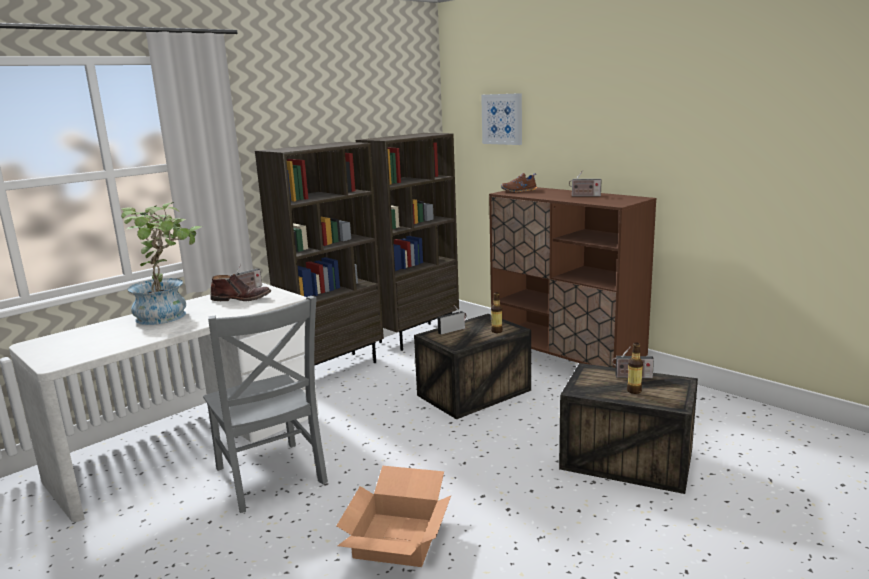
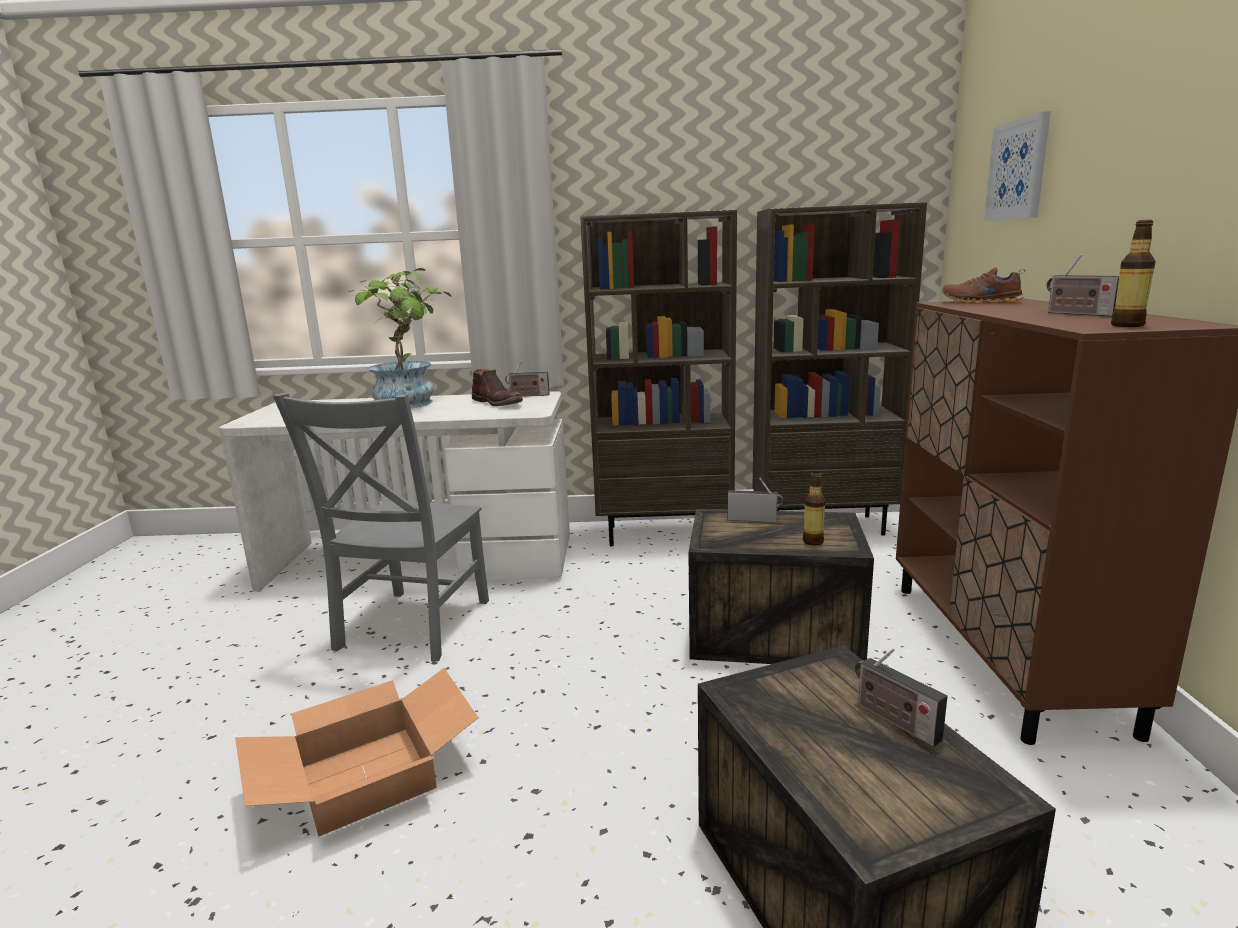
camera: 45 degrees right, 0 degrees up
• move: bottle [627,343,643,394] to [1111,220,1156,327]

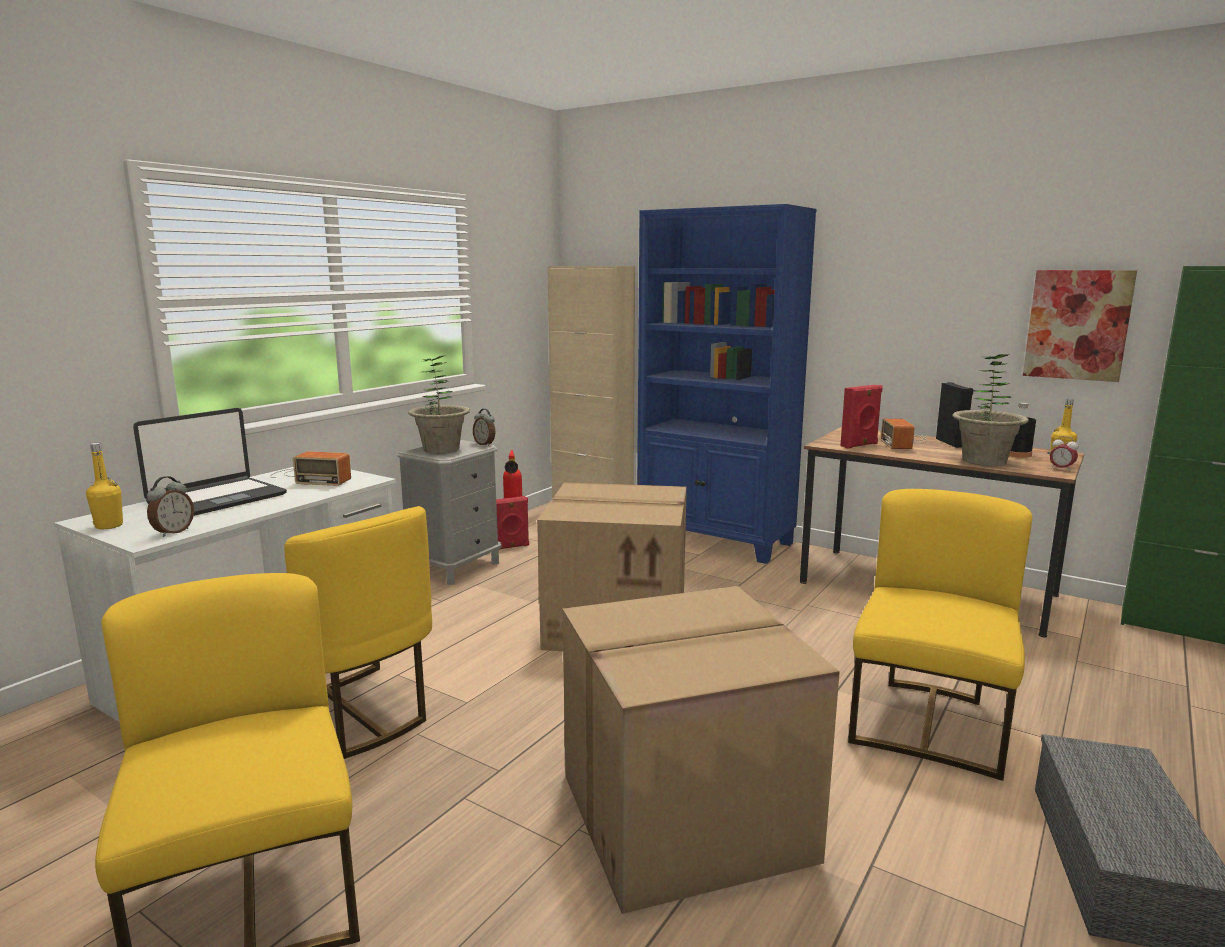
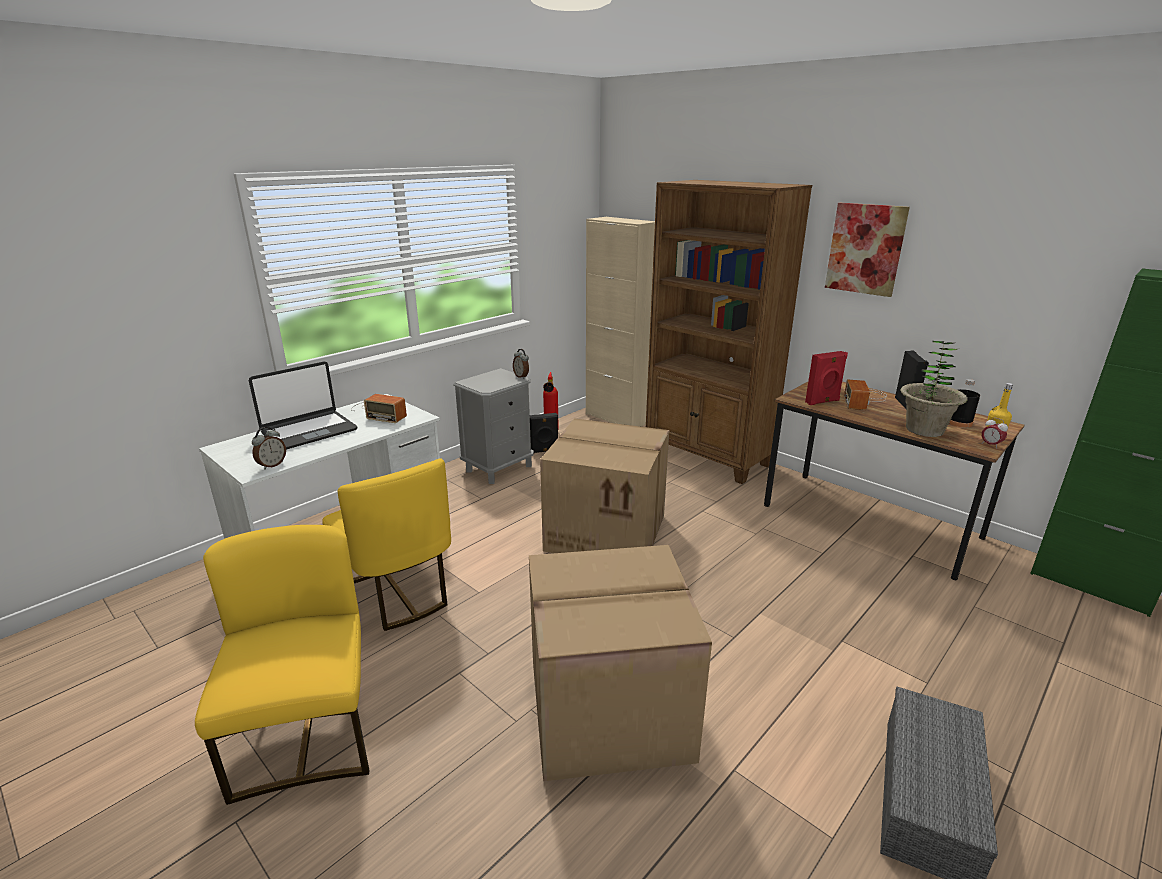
camera: 10 degrees right, 10 degrees up
• recolor: loudspeaker in red [496,496,529,550] to loudspeaker in black-coloured [530,413,558,453]
• recolor: bookcase in blue-coloured [637,204,816,564] to bookcase in brown [646,180,812,484]
• move: wall picture [1023,270,1137,382] to [825,203,910,297]
• delete: bottle in yellow-coloured [86,443,123,529]
• delete: plant in a pot [408,355,470,454]
• delete: upright chair in yellow-coloured [848,489,1033,781]

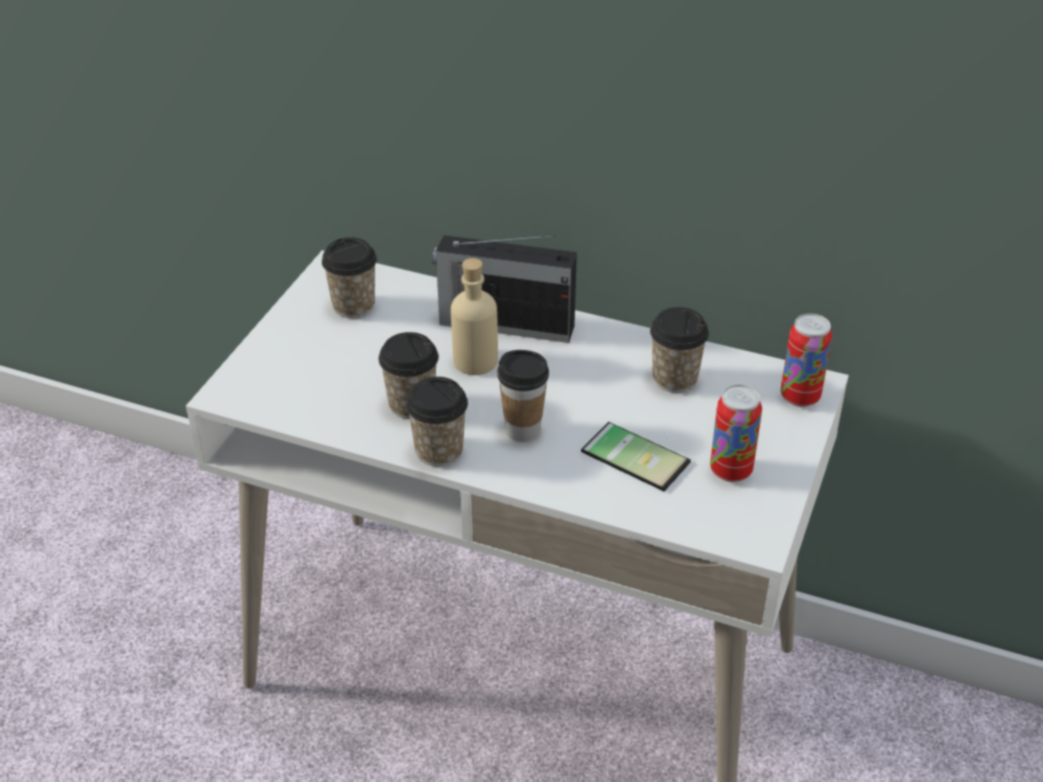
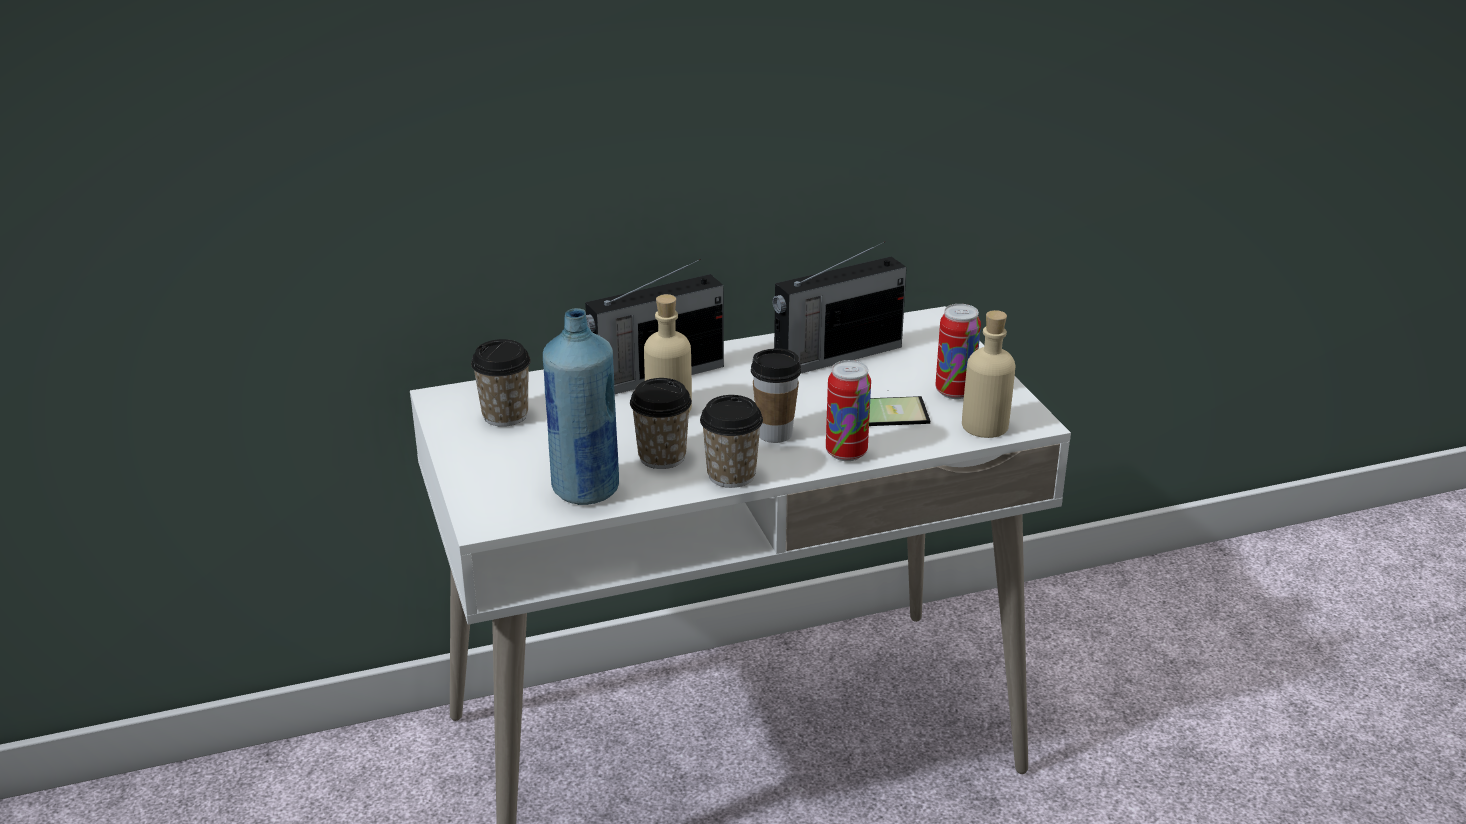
camera: 40 degrees left, 10 degrees down
• insert: bottle in blue-coloured [543,308,619,505]
• replace: small cup [650,307,709,393] to radio receiver [773,241,907,373]
• move: sealed can [781,313,832,407] to [826,360,871,461]
• insert: bottle in beige [962,310,1015,438]

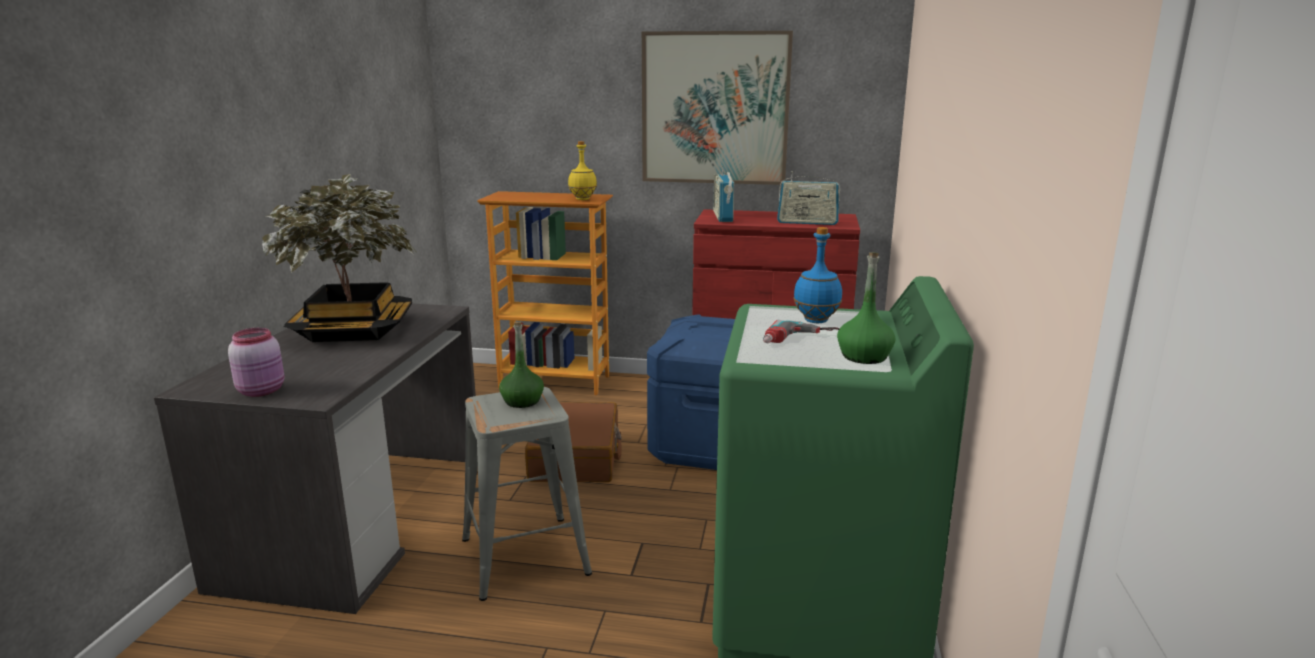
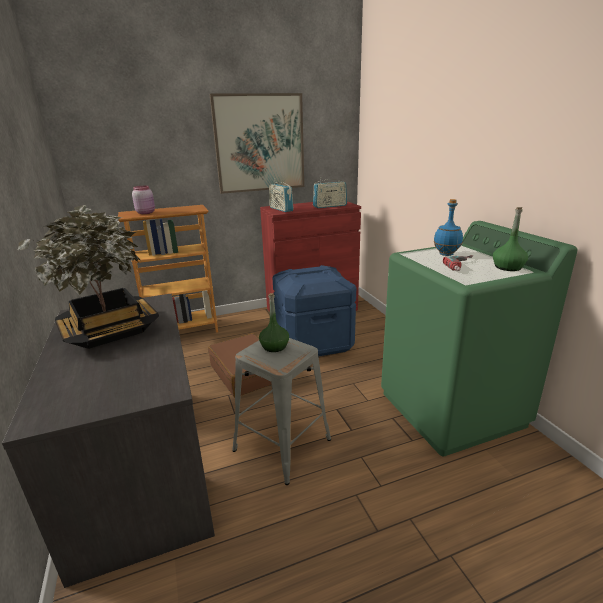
camera: 30 degrees left, 5 degrees up
• move: storage jar in pinkish [228,328,284,397] to [132,186,155,214]
• delete: bottle in yellow-coloured [568,141,597,200]

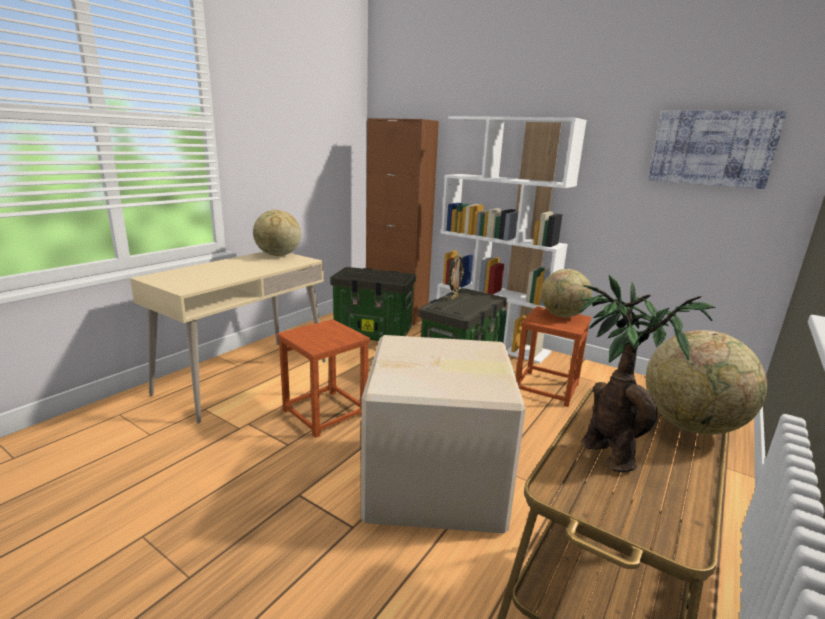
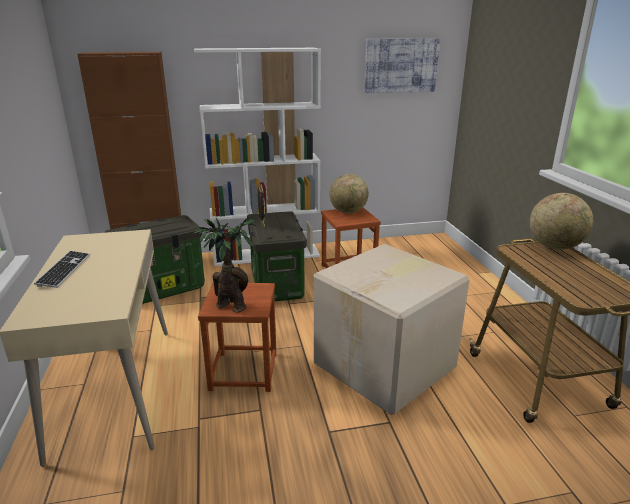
camera: 45 degrees left, 5 degrees up
• insert: keyboard [34,251,90,288]
• move: plant in a pot [579,275,715,473] to [193,217,256,312]
• delete: desk globe [253,210,301,256]

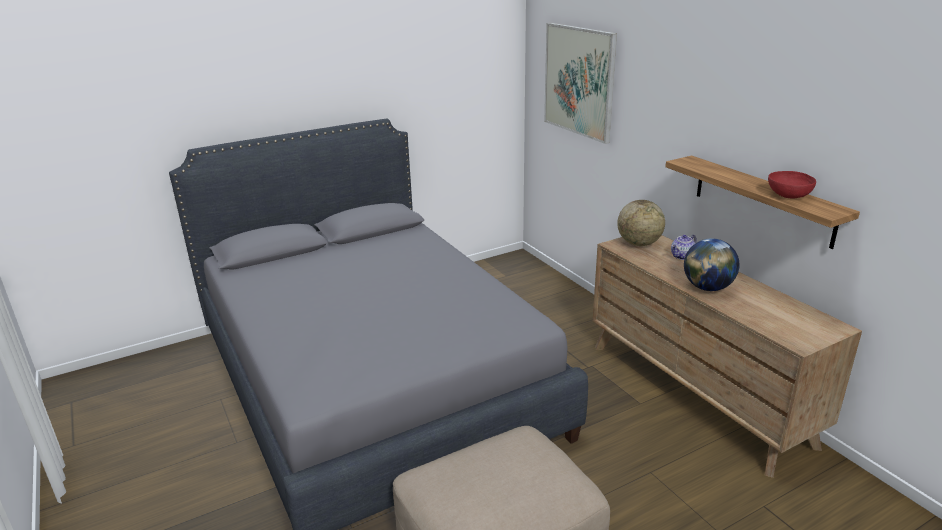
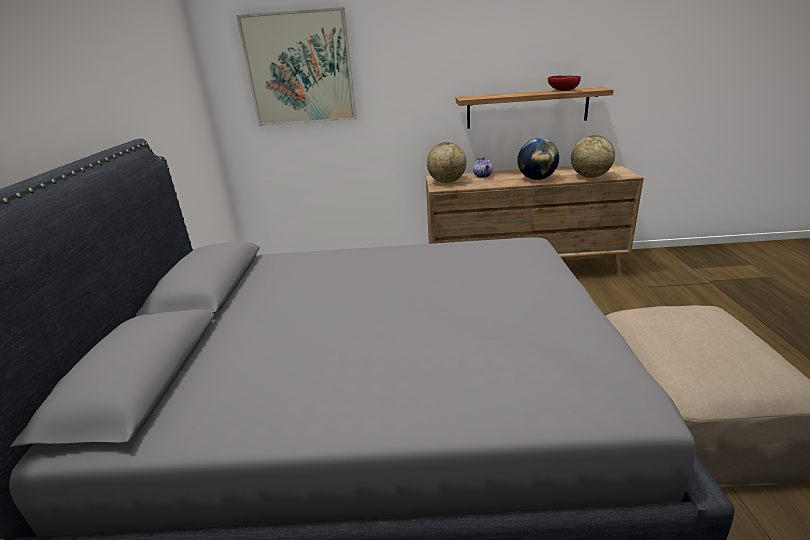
camera: 60 degrees left, 0 degrees up
• insert: desk globe [571,135,615,178]

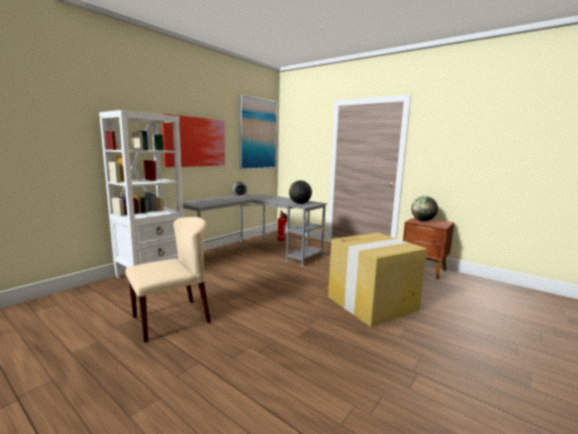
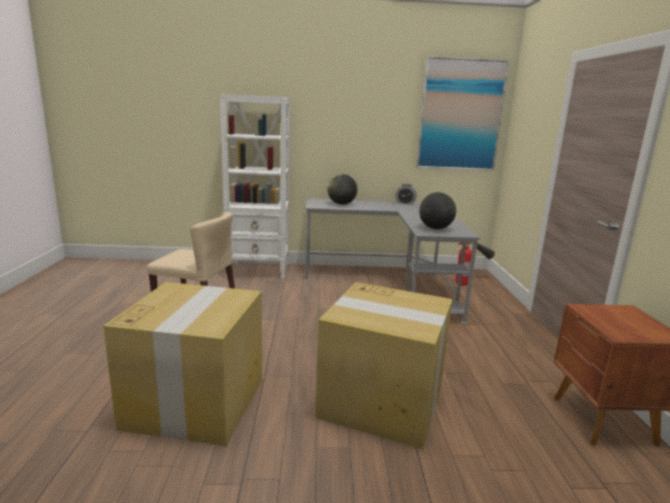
camera: 50 degrees right, 5 degrees up
• insert: packing box [103,282,262,446]
• move: desk globe [411,196,438,221] to [328,174,357,205]
• delete: wall picture [162,114,225,167]

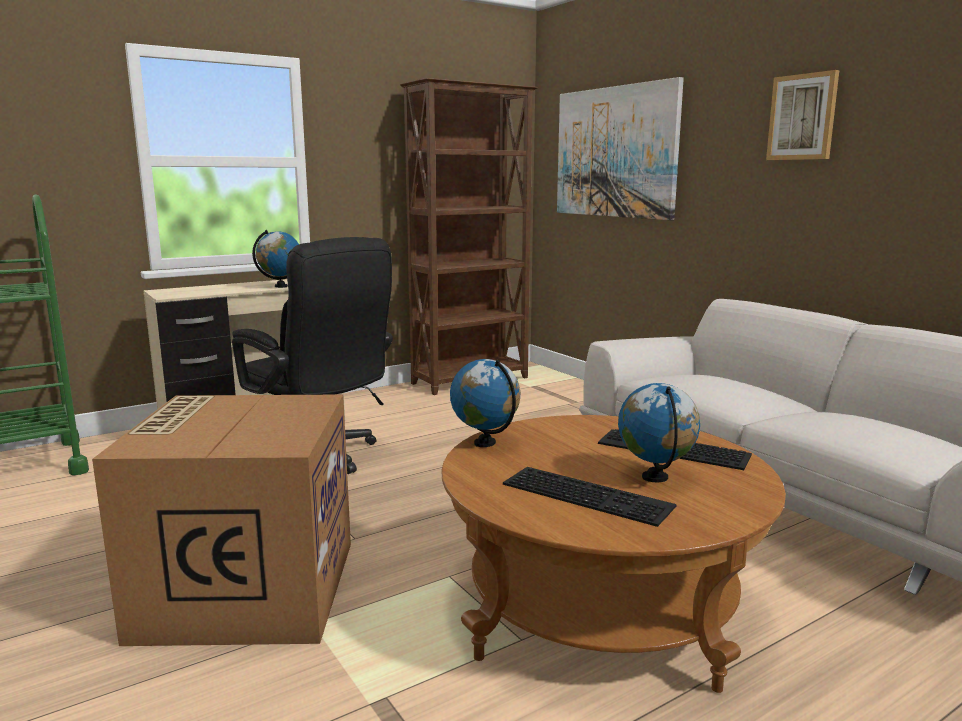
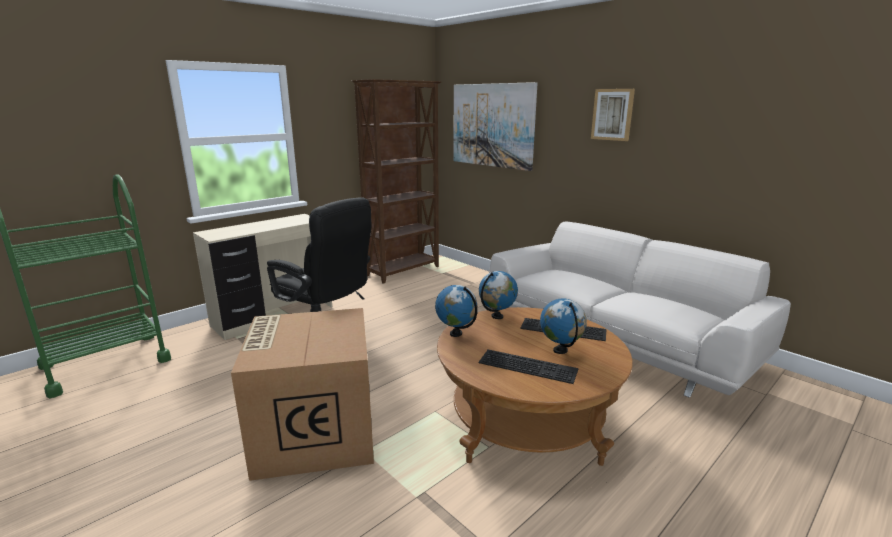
camera: 10 degrees left, 5 degrees up
• move: desk globe [252,230,299,288] to [479,271,518,319]

